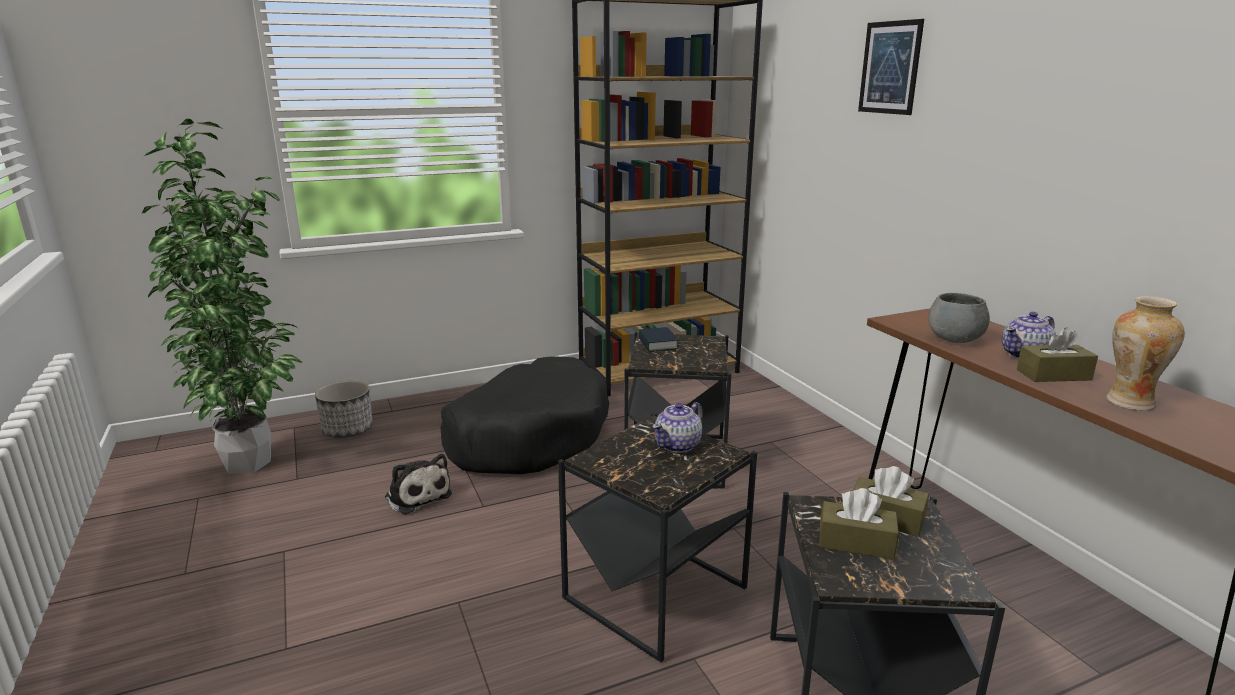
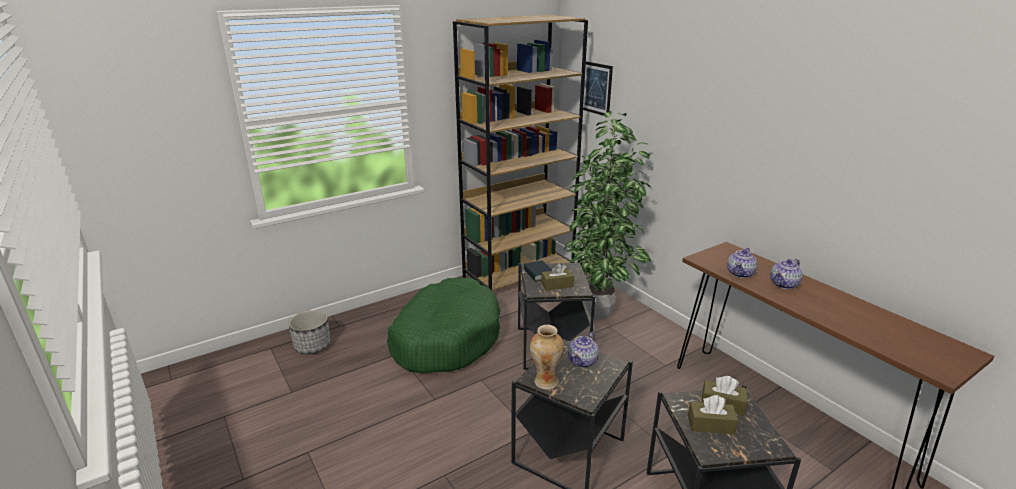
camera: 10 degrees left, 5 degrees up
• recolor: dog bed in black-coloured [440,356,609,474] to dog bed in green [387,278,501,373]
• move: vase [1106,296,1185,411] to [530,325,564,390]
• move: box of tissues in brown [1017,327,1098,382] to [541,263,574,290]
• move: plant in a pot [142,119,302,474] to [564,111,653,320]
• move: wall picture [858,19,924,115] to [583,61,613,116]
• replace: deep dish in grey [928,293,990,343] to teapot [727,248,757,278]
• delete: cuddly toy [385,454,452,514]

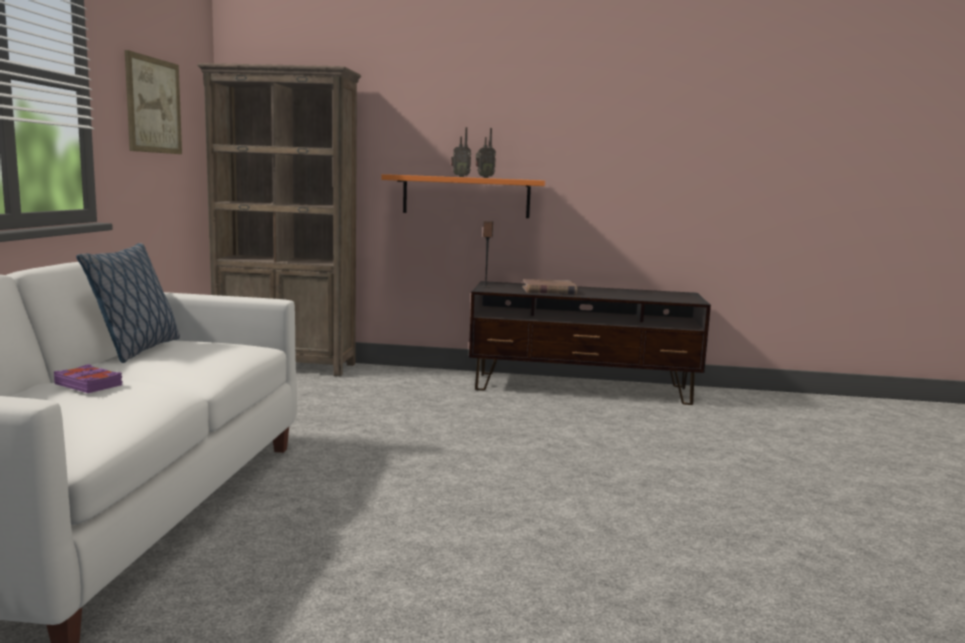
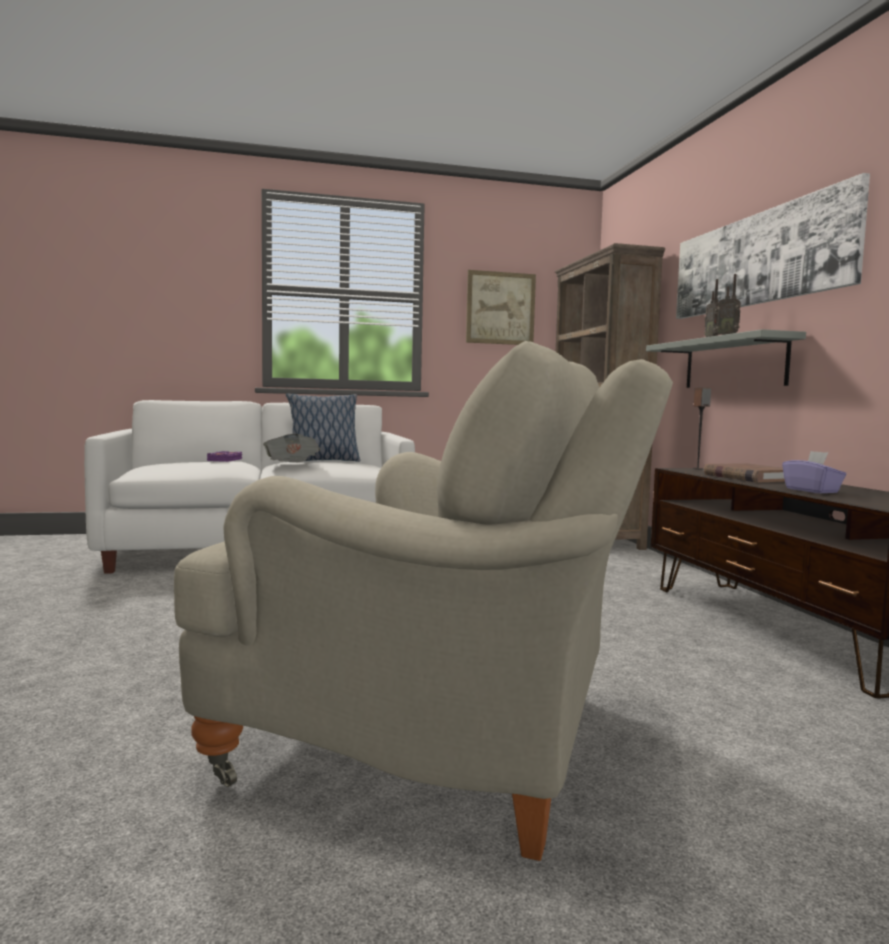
camera: 70 degrees right, 5 degrees down
• insert: easy chair in beige [174,341,673,861]
• insert: printed paper [263,434,320,463]
• recolor: wall shelf in orangey [381,174,545,218] to wall shelf in grey [646,329,806,388]
• insert: wall picture [676,173,870,319]
• insert: box of tissues in purple-coloured [782,451,846,493]

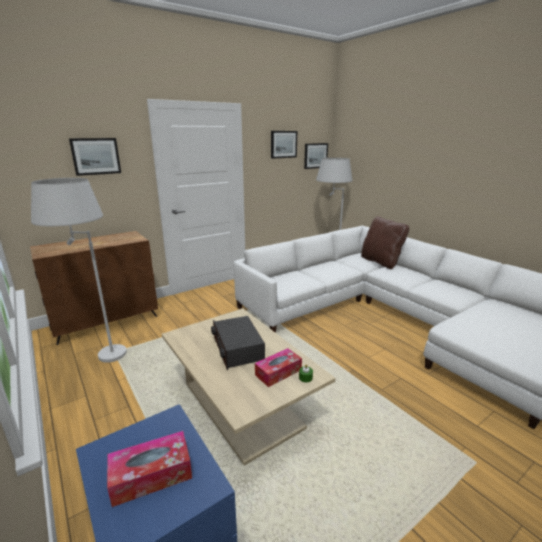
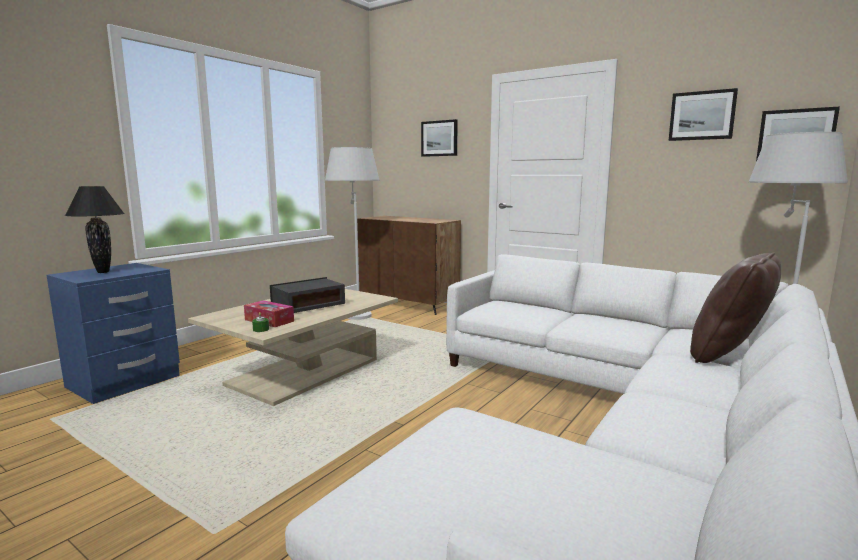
camera: 70 degrees right, 10 degrees down
• replace: box of tissues [107,431,192,507] to tabletop lamp in black-coloured [65,186,124,273]

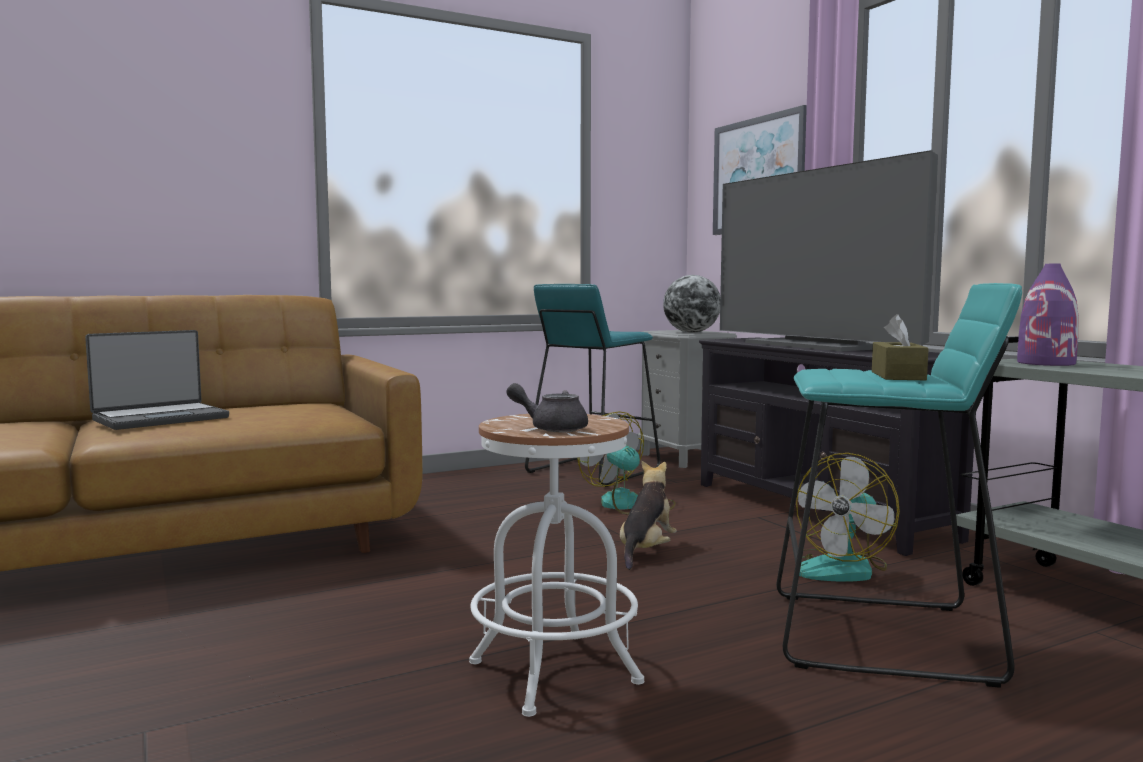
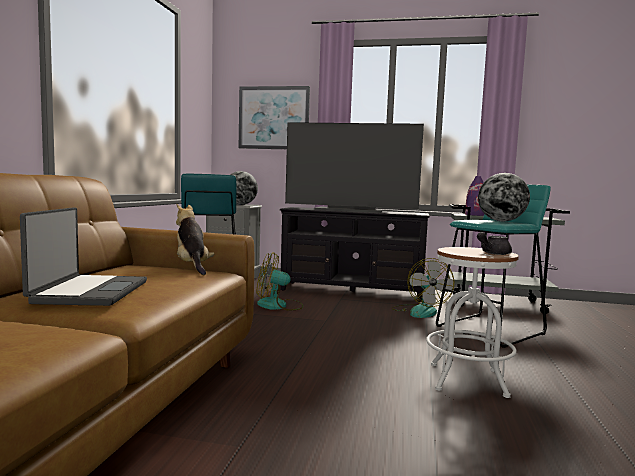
camera: 50 degrees left, 0 degrees up
• move: cuddly toy [620,461,677,570] to [176,203,215,275]
• replace: box of tissues in brown [872,314,929,380] to desk globe [478,173,530,221]

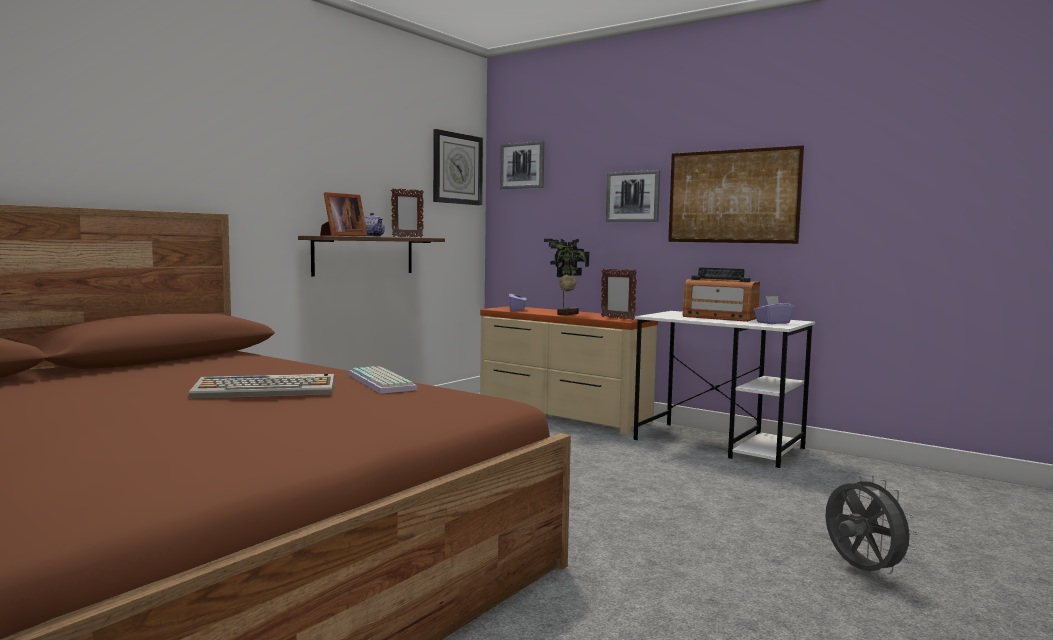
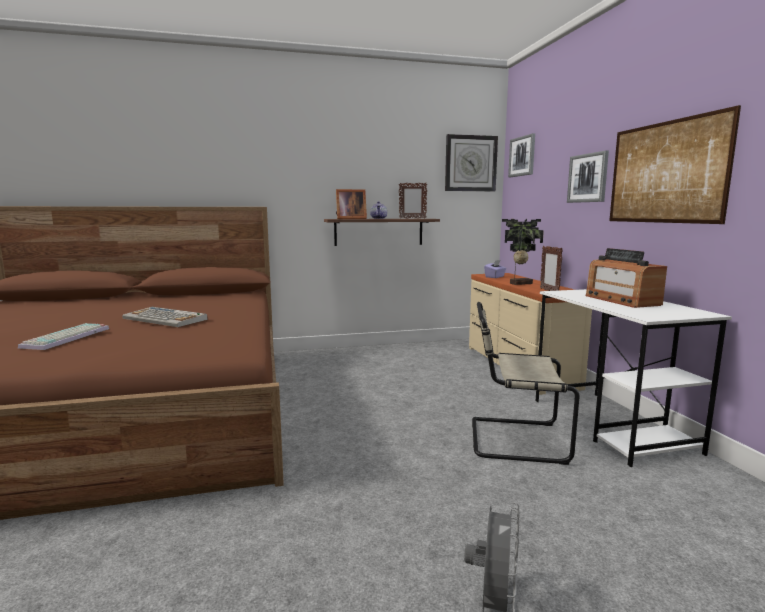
camera: 40 degrees right, 5 degrees up
• move: keyboard [348,366,418,394] to [18,323,109,350]
• insert: upright chair in beige [472,302,580,465]
• delete: box of tissues in purple-coloured [754,296,794,324]

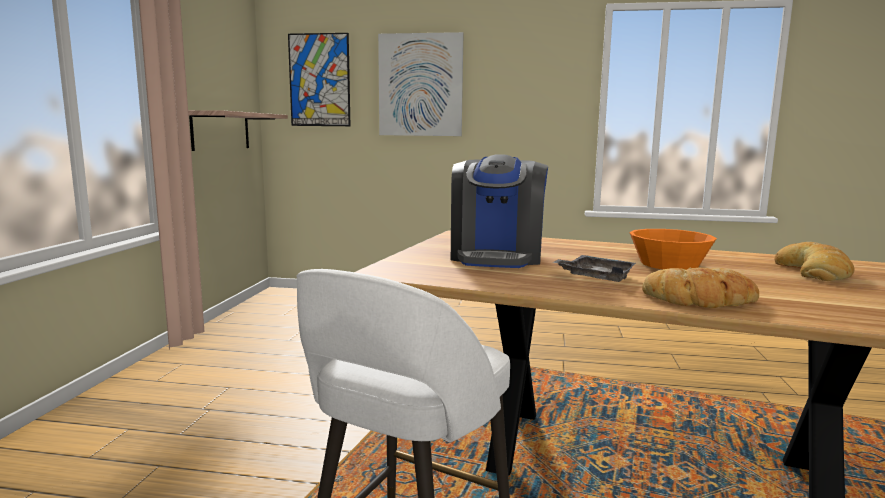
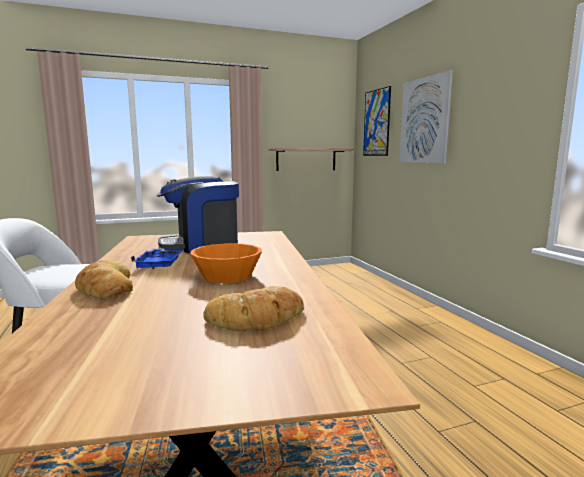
camera: 60 degrees right, 0 degrees up
• recolor: serving tray in grey [553,255,636,282] to serving tray in blue-coloured [131,249,183,269]

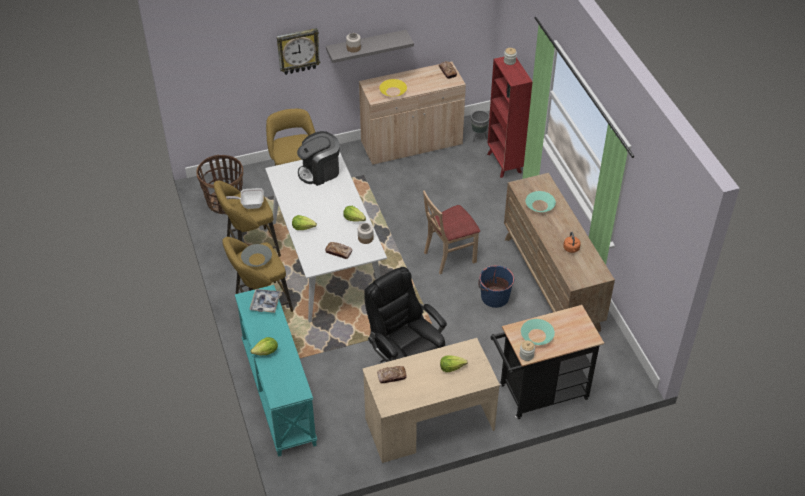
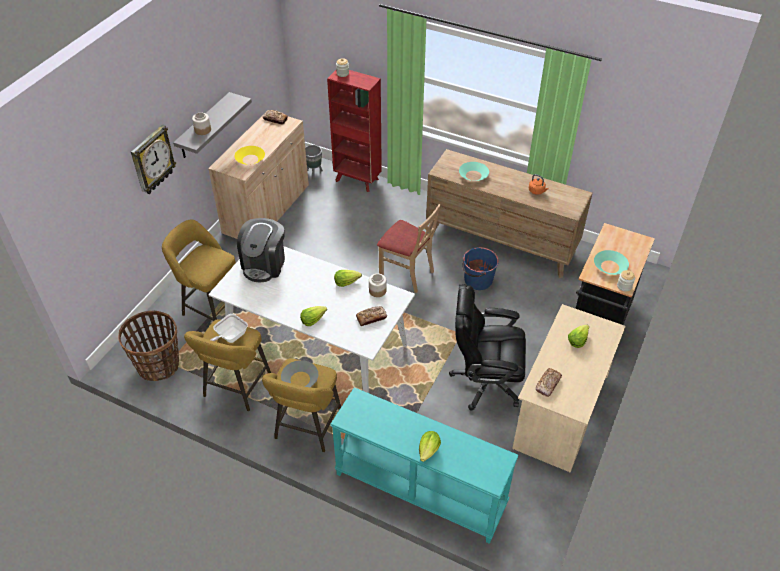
camera: 45 degrees left, 0 degrees up
• rotate: upright chair in beige [423,190,480,274] = [377,204,440,293] 75 degrees counterclockwise
• delete: serving tray [249,289,281,313]

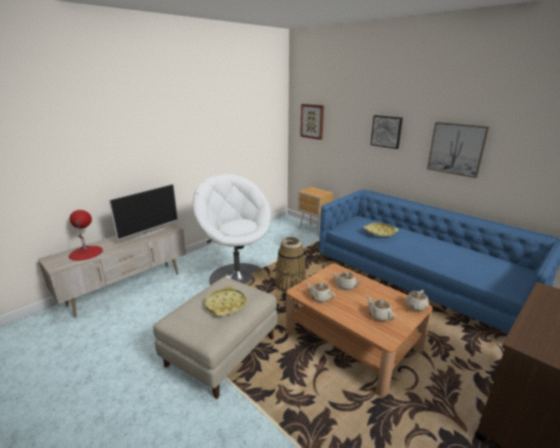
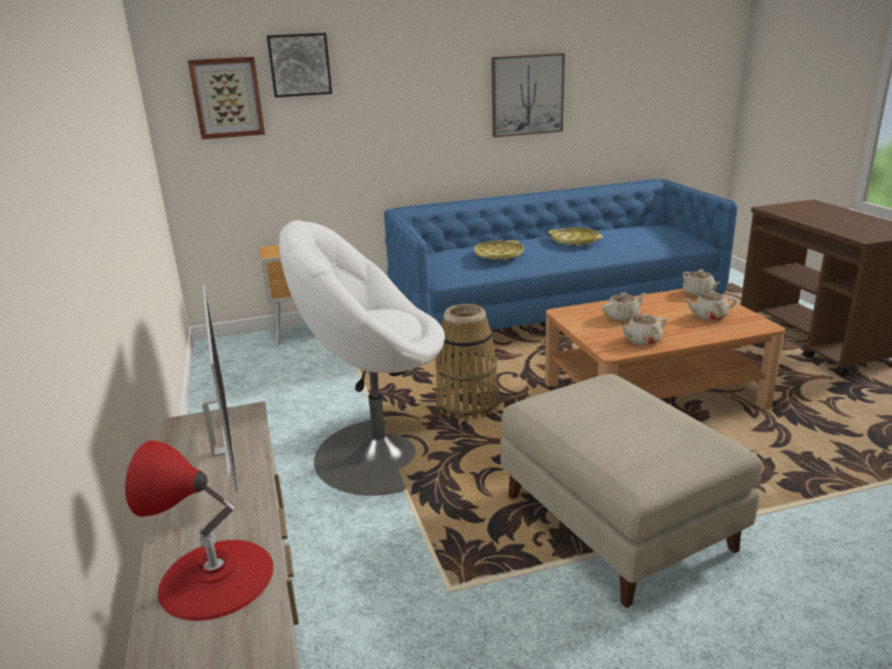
camera: 60 degrees left, 0 degrees up
• move: wall picture [371,115,403,149] to [267,33,332,98]
• move: serving tray in yellow-coloured [205,286,246,316] to [548,228,603,246]

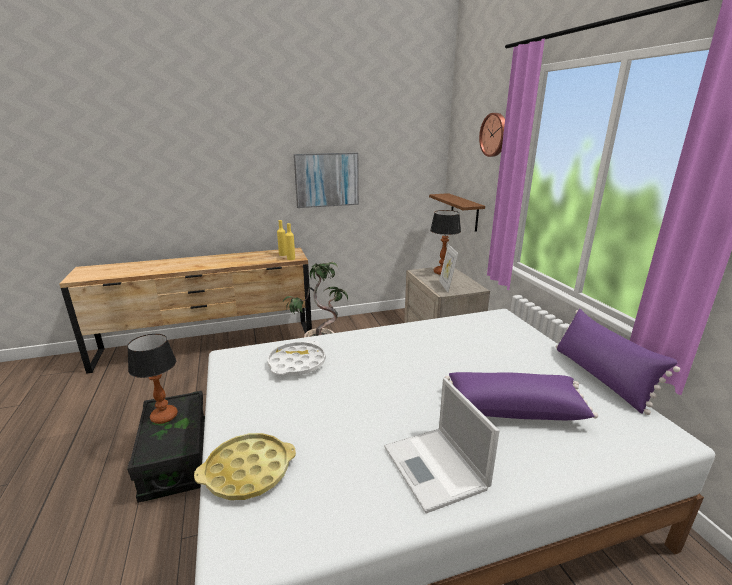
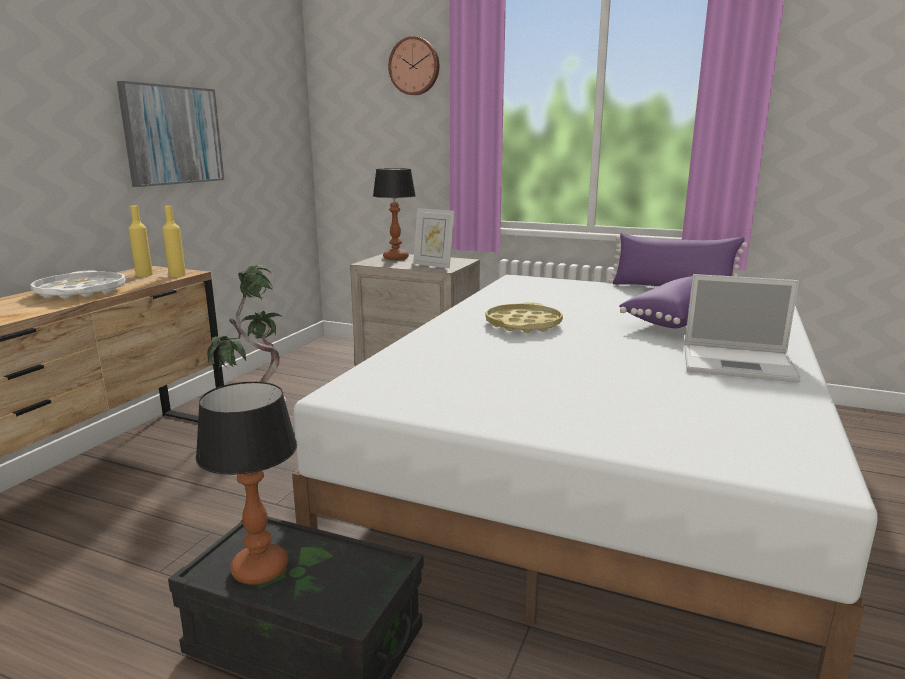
camera: 50 degrees left, 5 degrees down
• move: serving tray in white [267,340,326,376] to [30,271,125,299]
• move: serving tray in yellow-coloured [194,433,296,500] to [486,302,563,333]
• delete: wall shelf in brown [429,193,485,232]

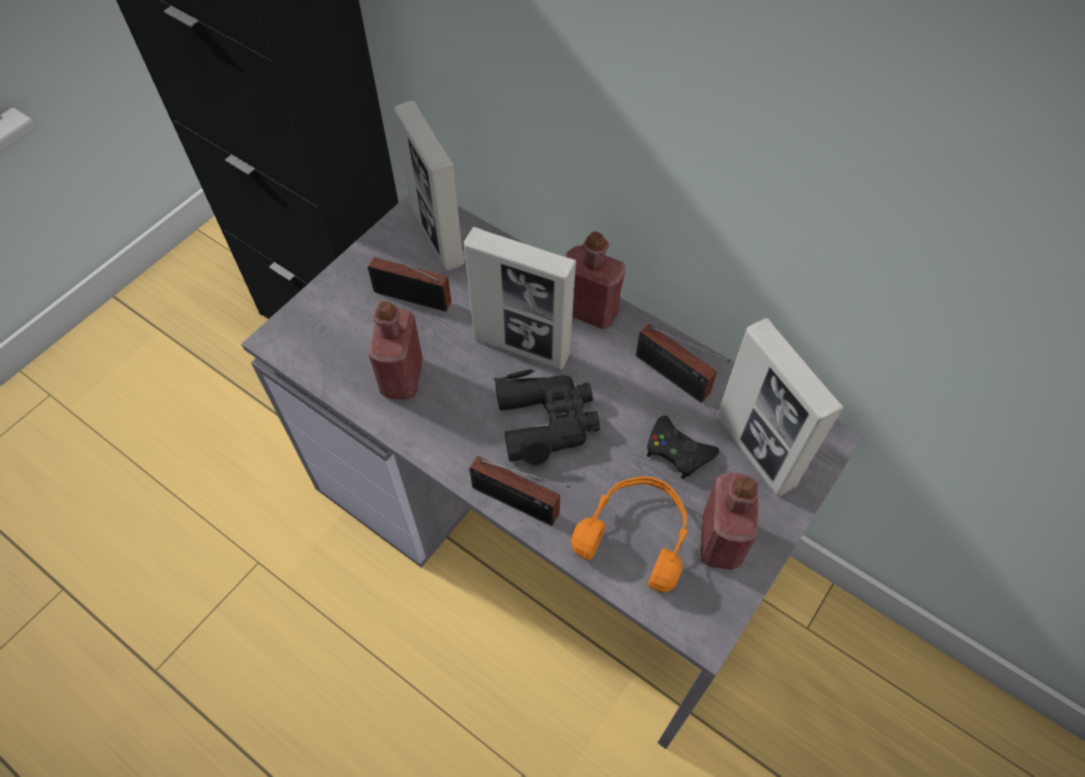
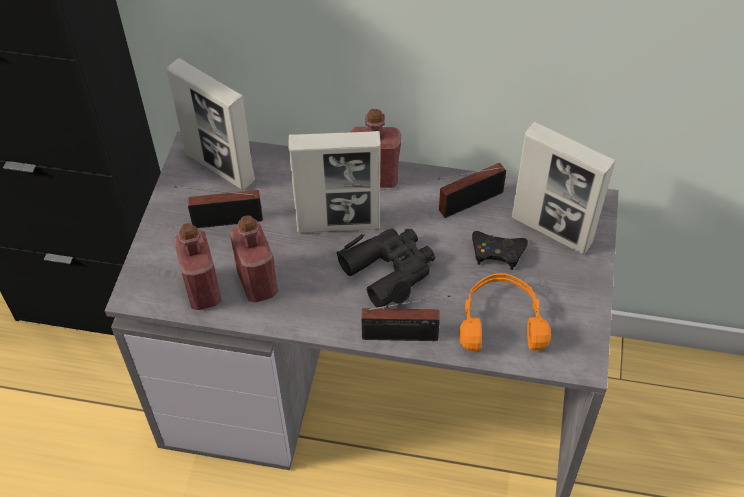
camera: 25 degrees left, 5 degrees down
• move: bottle in red [701,472,758,570] to [173,223,222,310]
• rotate: radio receiver [636,324,730,403] = [438,163,506,218] 135 degrees clockwise

